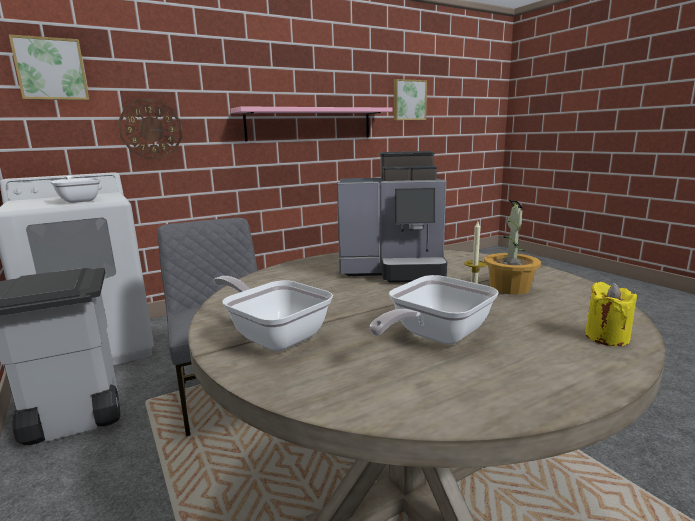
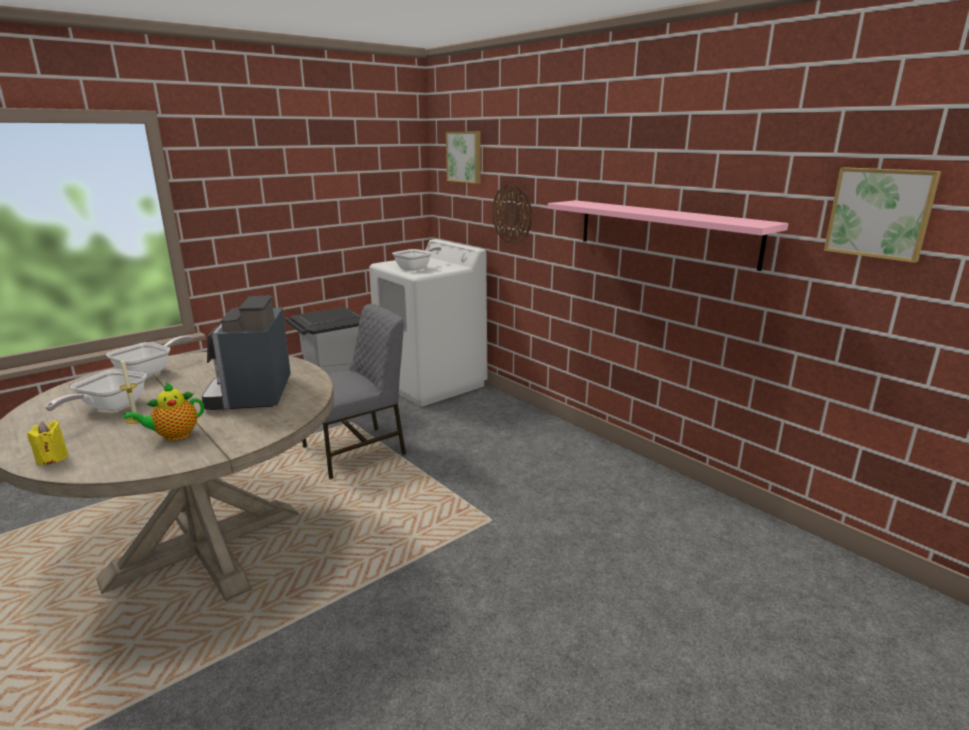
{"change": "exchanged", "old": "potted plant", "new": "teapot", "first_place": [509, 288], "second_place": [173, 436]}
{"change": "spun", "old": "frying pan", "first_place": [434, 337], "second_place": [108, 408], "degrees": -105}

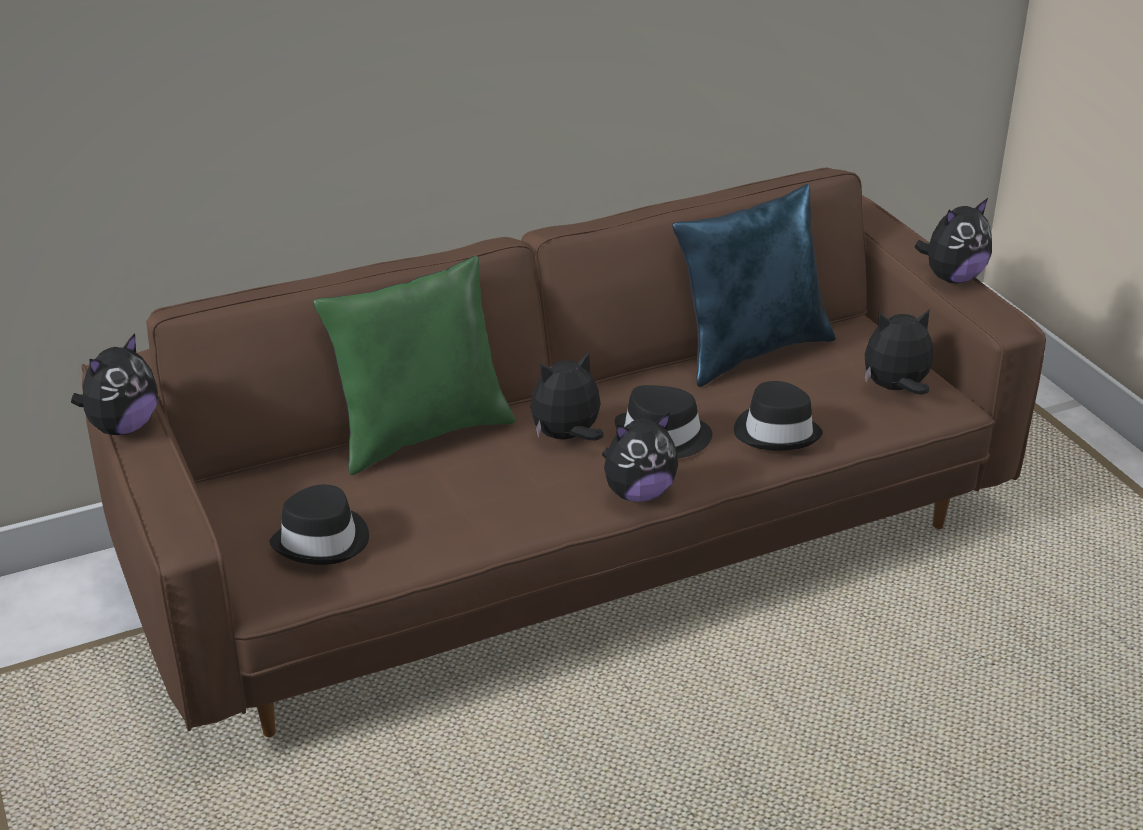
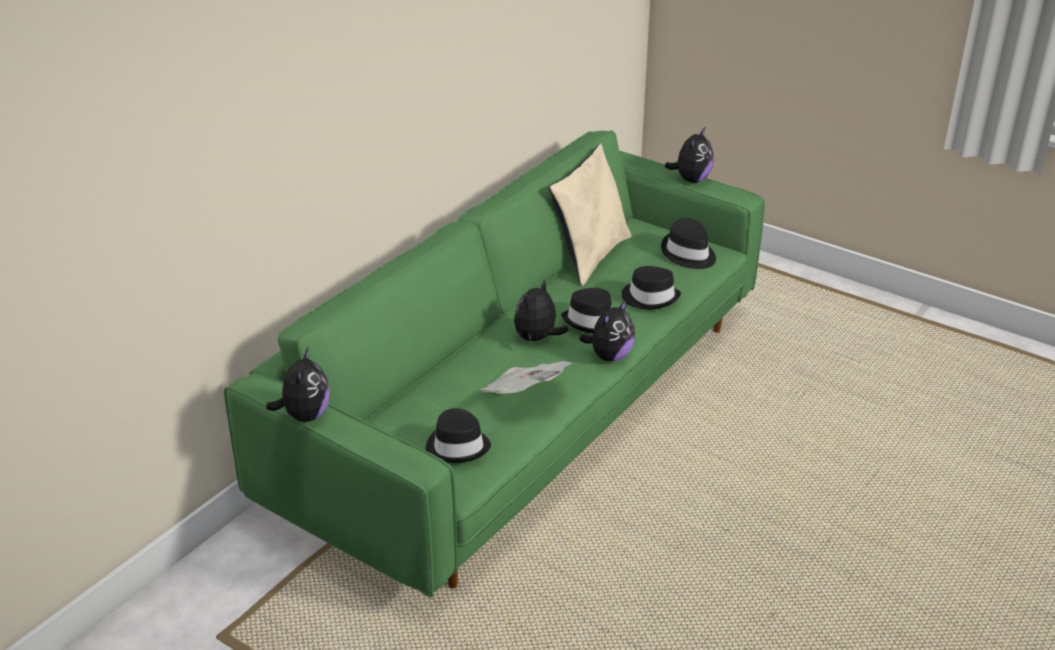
{"change": "missing", "old": "green pillow", "first_place": [421, 433]}
{"change": "appeared", "new": "newspaper", "second_place": [525, 396]}
{"change": "exchanged", "old": "plush toy", "new": "black hat", "first_place": [896, 389], "second_place": [688, 254]}
{"change": "colour", "old": "brown sofa", "new": "green sofa", "first_place": [572, 542], "second_place": [527, 410]}
{"change": "colour", "old": "blue pillow", "new": "beige pillow", "first_place": [751, 351], "second_place": [590, 256]}

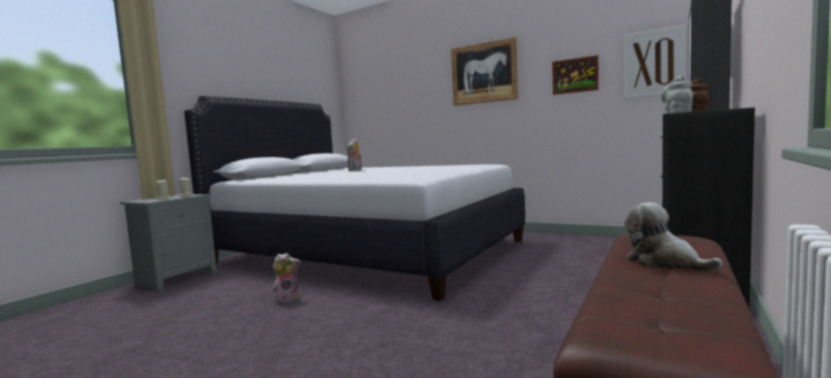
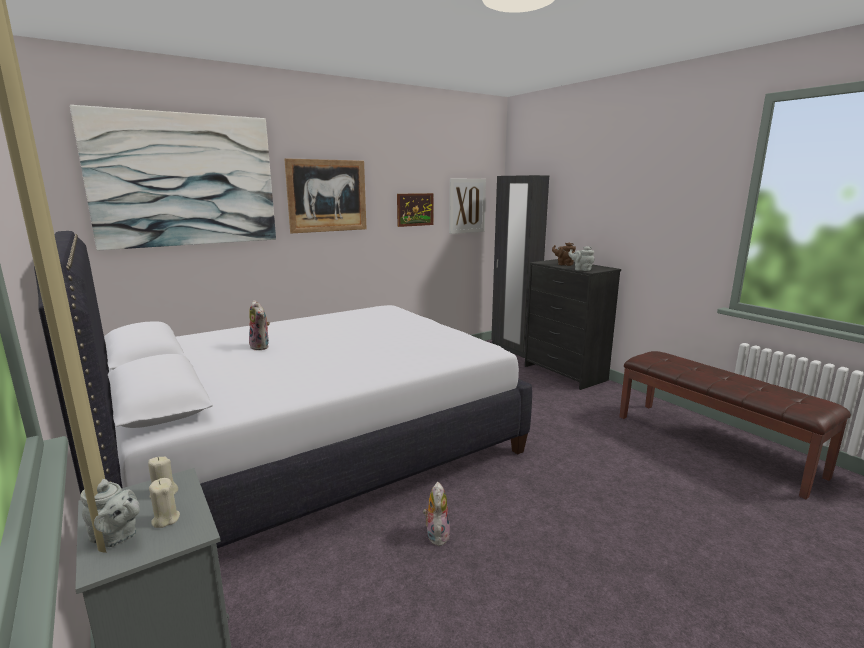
{"change": "missing", "old": "plush toy", "first_place": [664, 262]}
{"change": "appeared", "new": "picture", "second_place": [185, 180]}
{"change": "appeared", "new": "grey teapot", "second_place": [116, 537]}

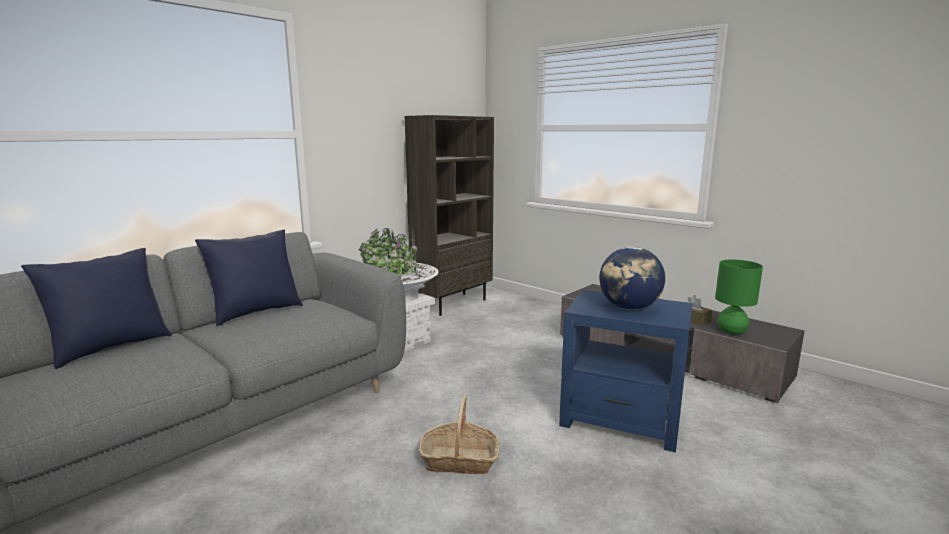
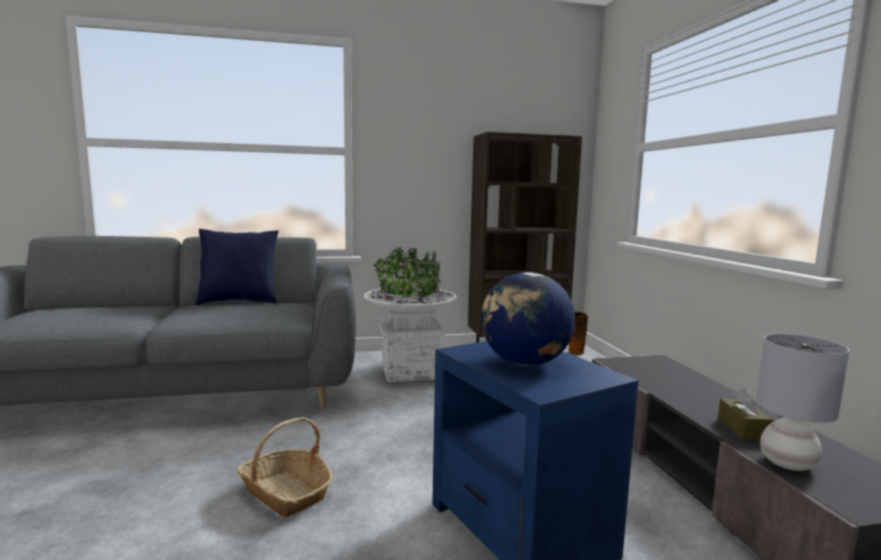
{"change": "missing", "old": "blue pillow", "first_place": [110, 348]}
{"change": "appeared", "new": "vase", "second_place": [576, 352]}
{"change": "colour", "old": "green table lamp", "new": "grey table lamp", "first_place": [731, 331], "second_place": [787, 463]}

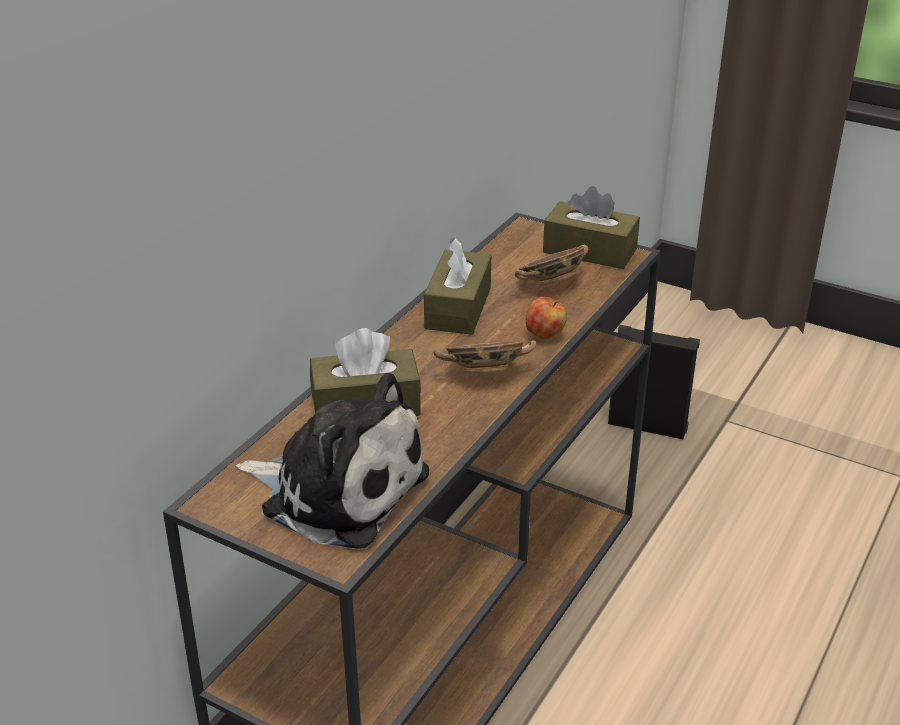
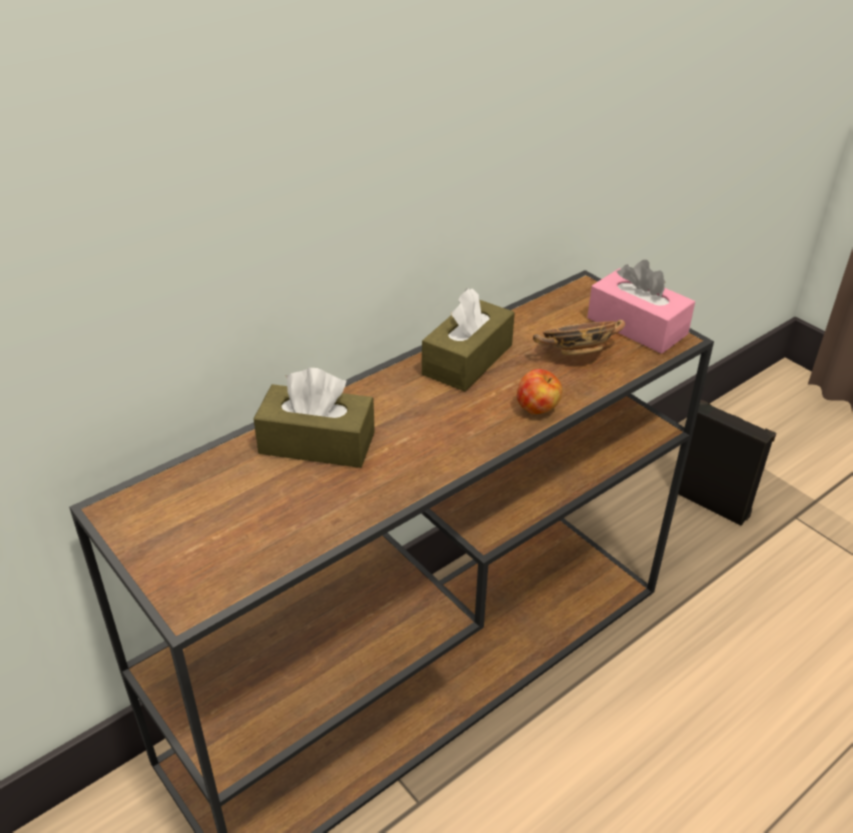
{"change": "missing", "old": "plush toy", "first_place": [338, 490]}
{"change": "missing", "old": "bowl", "first_place": [484, 373]}
{"change": "colour", "old": "brown tissue box", "new": "pink tissue box", "first_place": [589, 251], "second_place": [637, 326]}

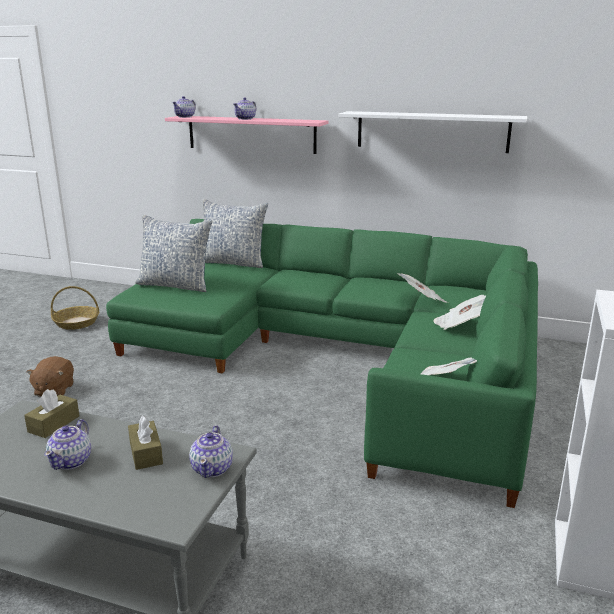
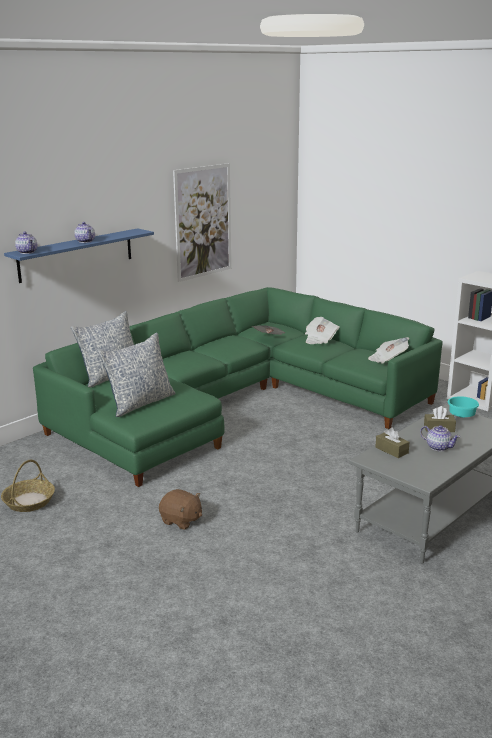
{"change": "exchanged", "old": "teapot", "new": "turquoise bowl", "first_place": [212, 468], "second_place": [461, 415]}
{"change": "exchanged", "old": "white shelf", "new": "picture", "first_place": [432, 131], "second_place": [203, 222]}
{"change": "colour", "old": "pink shelf", "new": "blue shelf", "first_place": [251, 134], "second_place": [76, 255]}

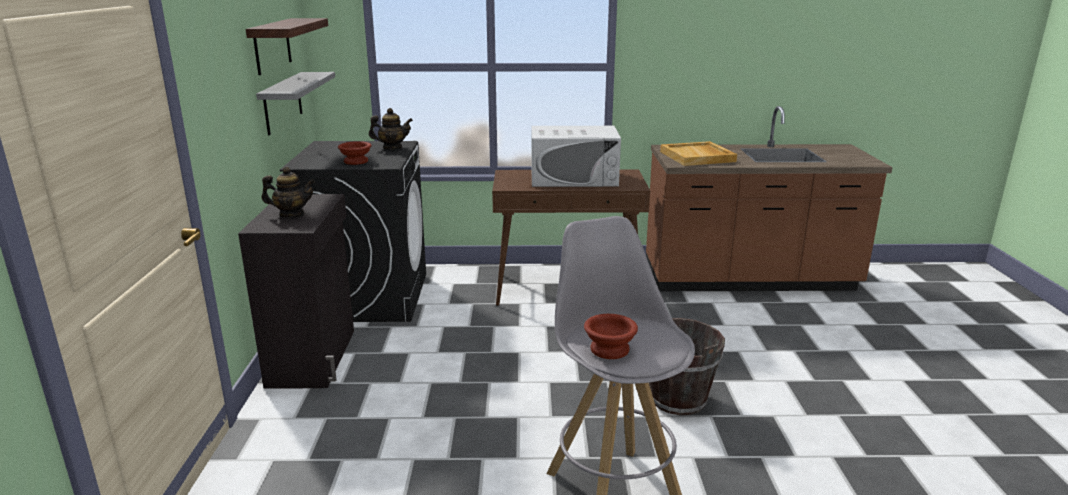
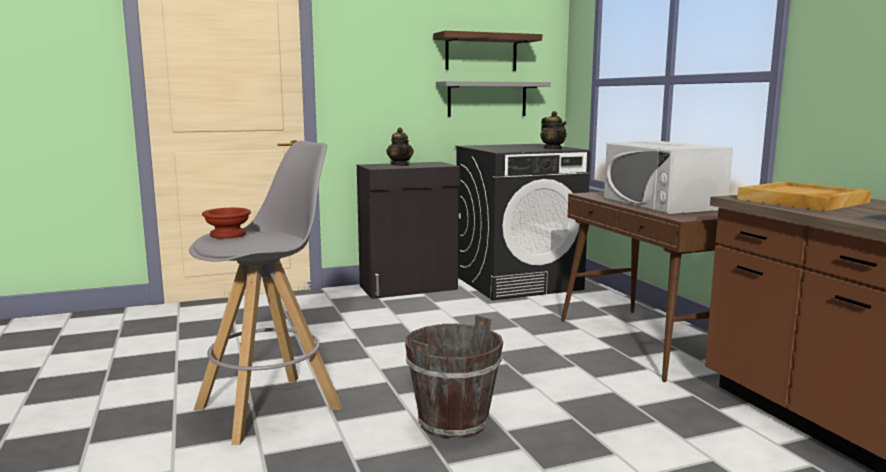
{"change": "missing", "old": "brown bowl", "first_place": [356, 161]}

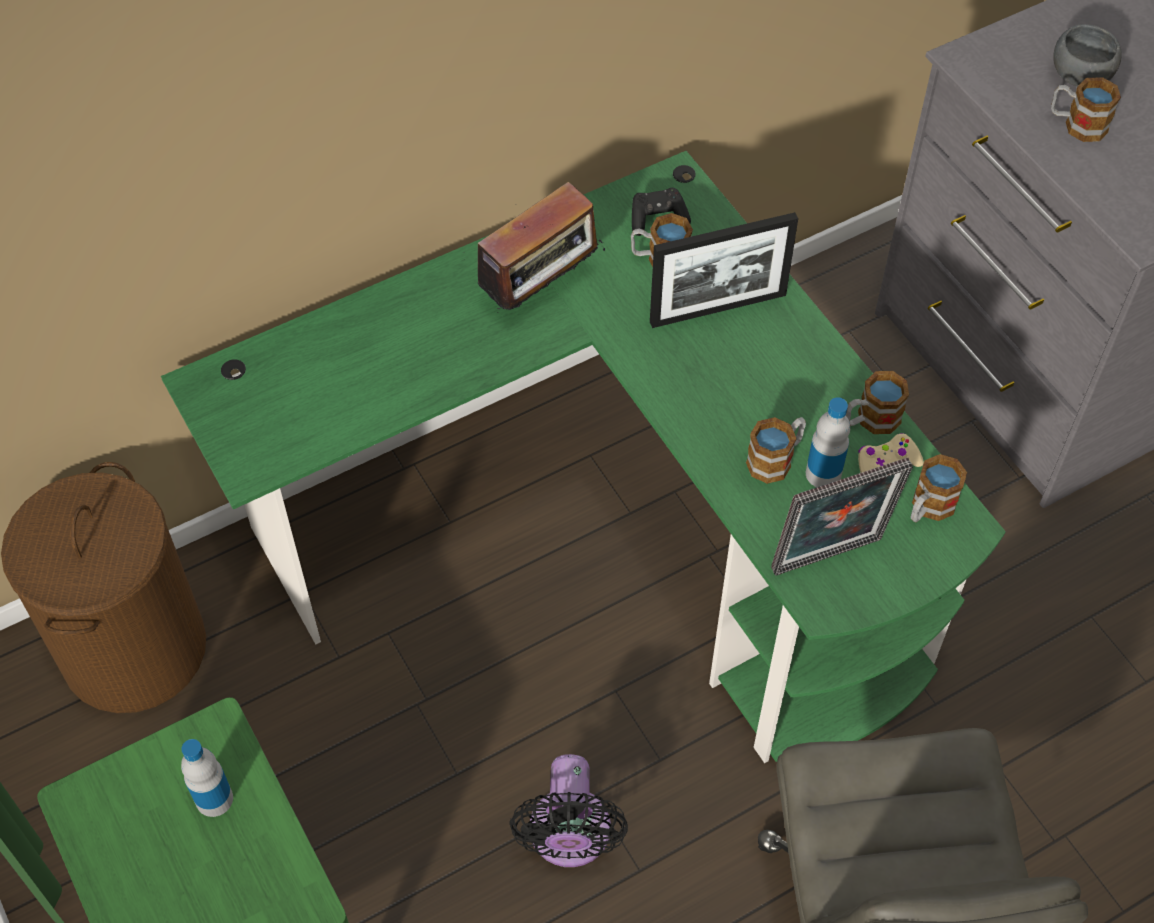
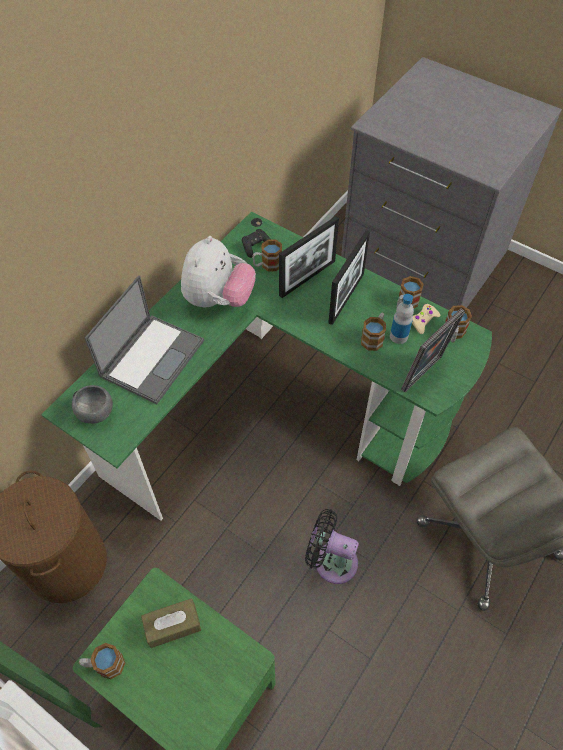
{"change": "appeared", "new": "laptop", "second_place": [153, 357]}
{"change": "appeared", "new": "picture frame", "second_place": [346, 298]}
{"change": "relocated", "old": "mug", "first_place": [1077, 124], "second_place": [105, 665]}
{"change": "relocated", "old": "grey bowl", "first_place": [1079, 76], "second_place": [95, 413]}
{"change": "exchanged", "old": "bottle", "new": "brown tissue box", "first_place": [214, 799], "second_place": [172, 626]}
{"change": "exchanged", "old": "radio", "new": "plush toy", "first_place": [541, 290], "second_place": [218, 299]}
{"change": "spun", "old": "black fan", "first_place": [569, 838], "second_place": [331, 560], "degrees": 135}

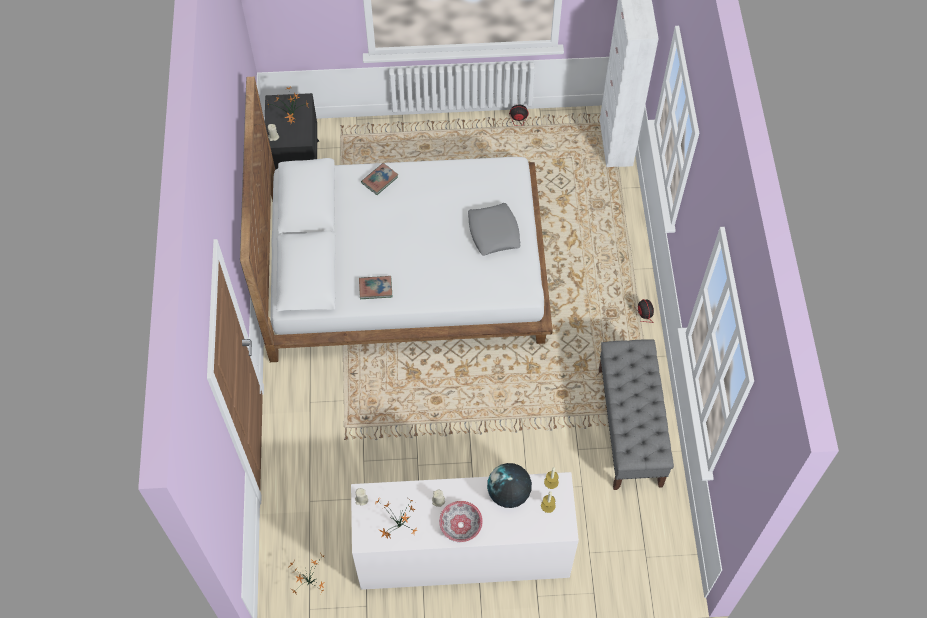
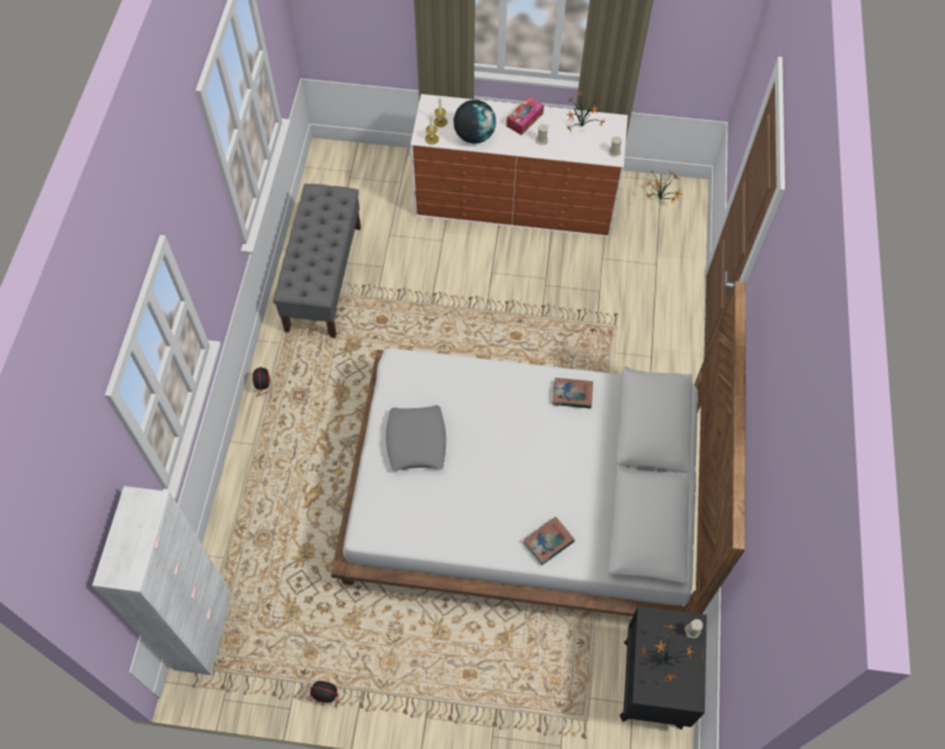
{"change": "exchanged", "old": "bowl", "new": "tissue box", "first_place": [460, 524], "second_place": [524, 120]}

